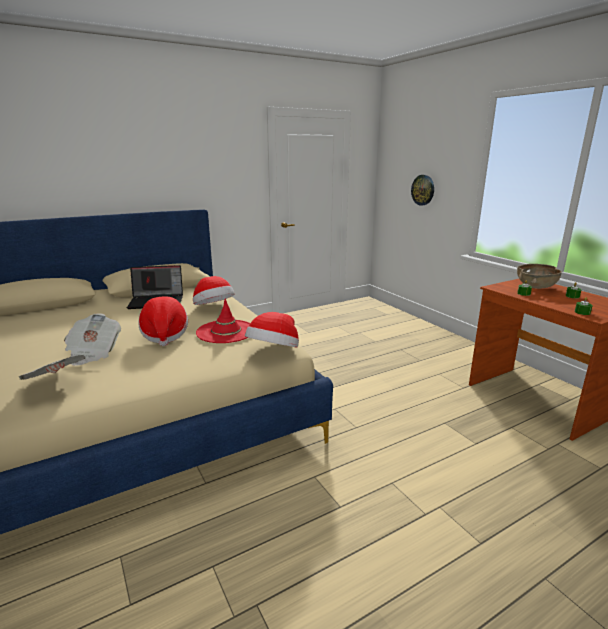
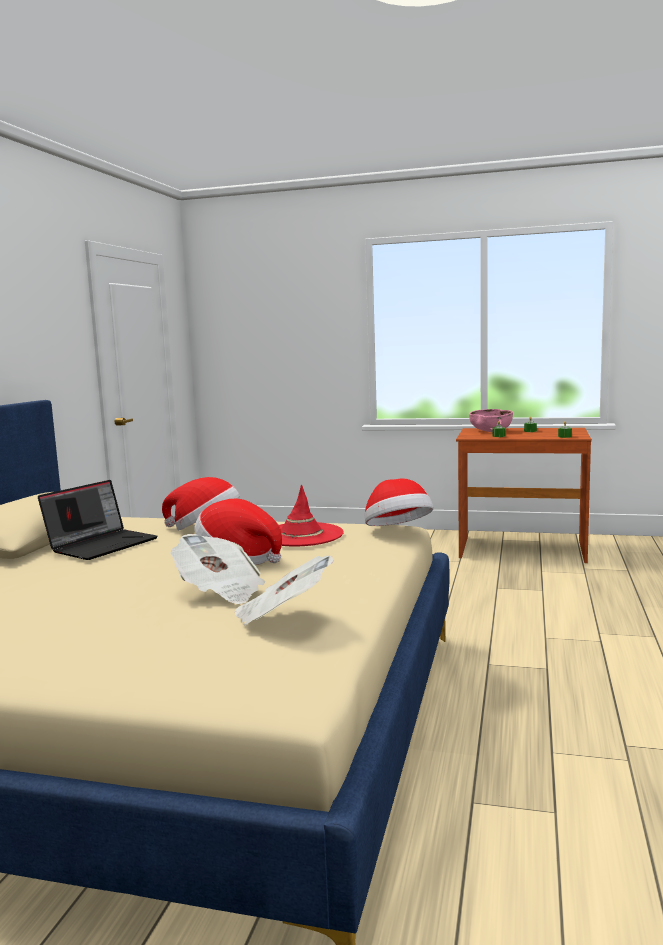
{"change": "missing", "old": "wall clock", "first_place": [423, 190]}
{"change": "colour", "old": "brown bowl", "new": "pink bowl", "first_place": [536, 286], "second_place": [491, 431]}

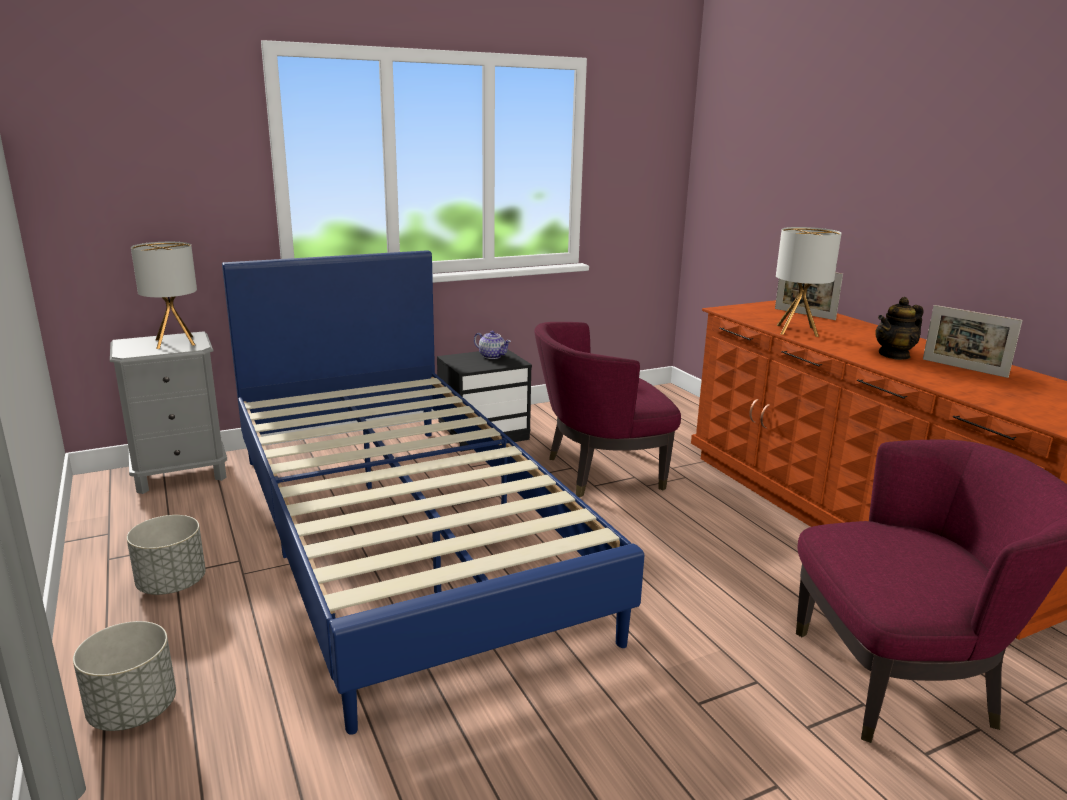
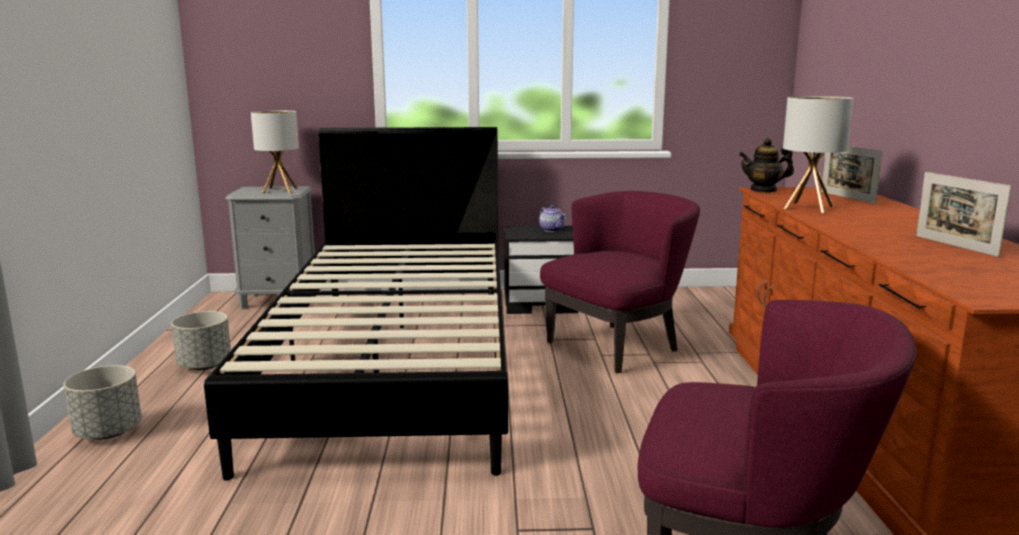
{"change": "relocated", "old": "teapot", "first_place": [894, 355], "second_place": [764, 190]}
{"change": "colour", "old": "blue bed", "new": "black bed", "first_place": [401, 535], "second_place": [395, 363]}
{"change": "spun", "old": "purple armchair", "first_place": [599, 473], "second_place": [617, 346], "degrees": 135}

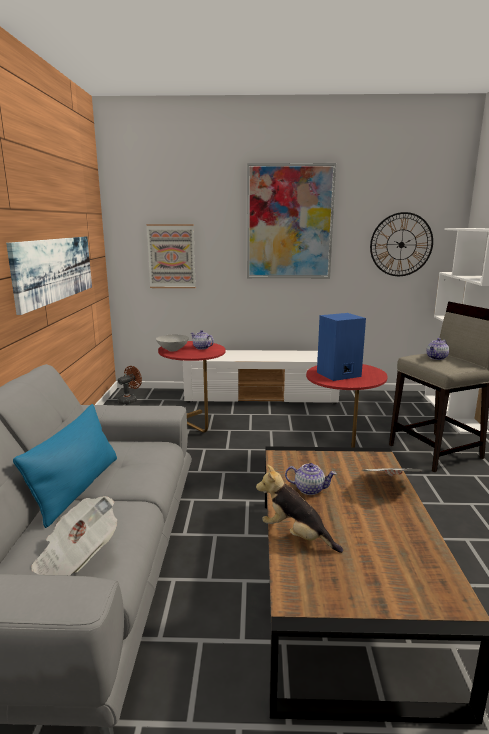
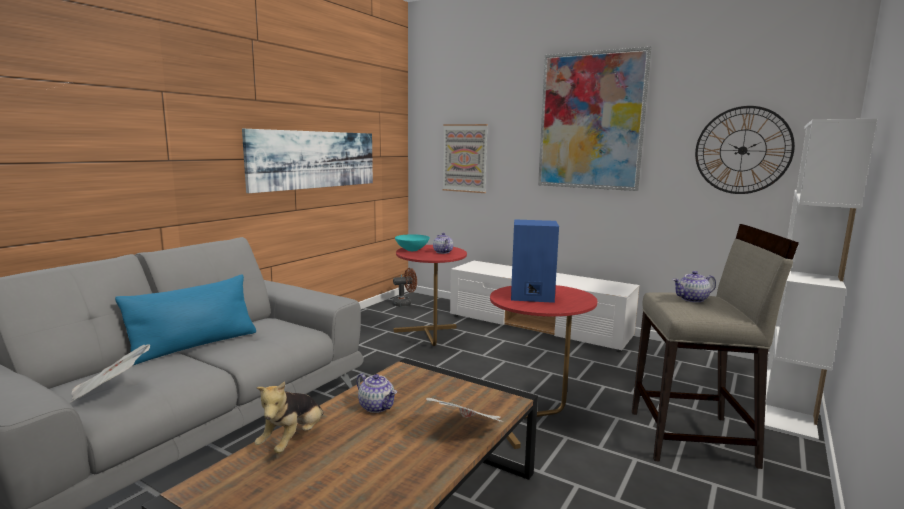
{"change": "colour", "old": "grey bowl", "new": "turquoise bowl", "first_place": [173, 350], "second_place": [412, 250]}
{"change": "spun", "old": "plush toy", "first_place": [296, 535], "second_place": [293, 440], "degrees": -135}

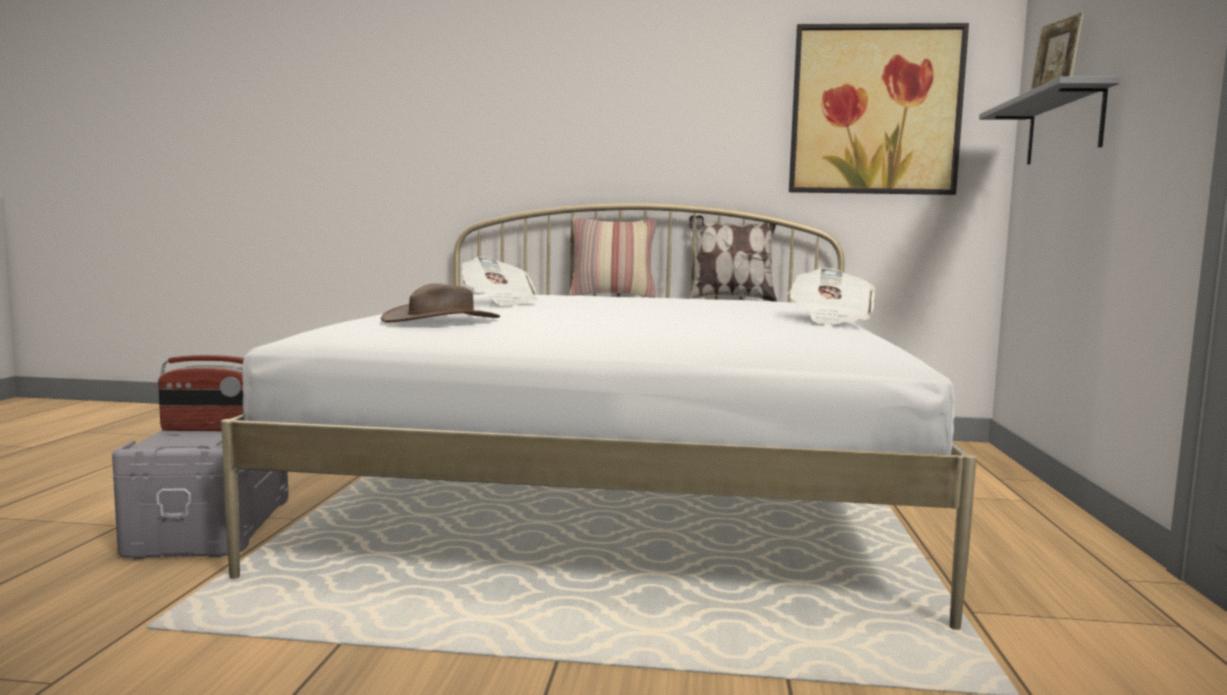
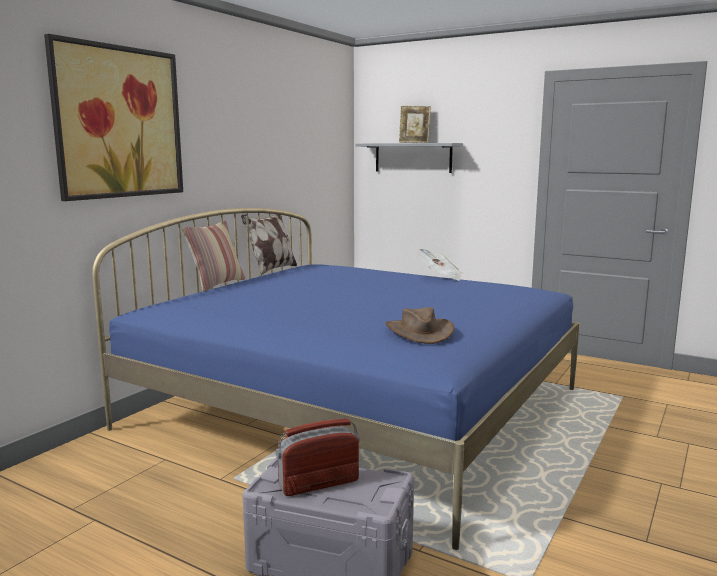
{"change": "missing", "old": "newspaper", "first_place": [499, 303]}
{"change": "relocated", "old": "picture", "first_place": [875, 110], "second_place": [119, 122]}
{"change": "colour", "old": "white bed", "new": "blue bed", "first_place": [619, 487], "second_place": [357, 408]}
{"change": "spun", "old": "radio", "first_place": [211, 429], "second_place": [318, 483], "degrees": -135}

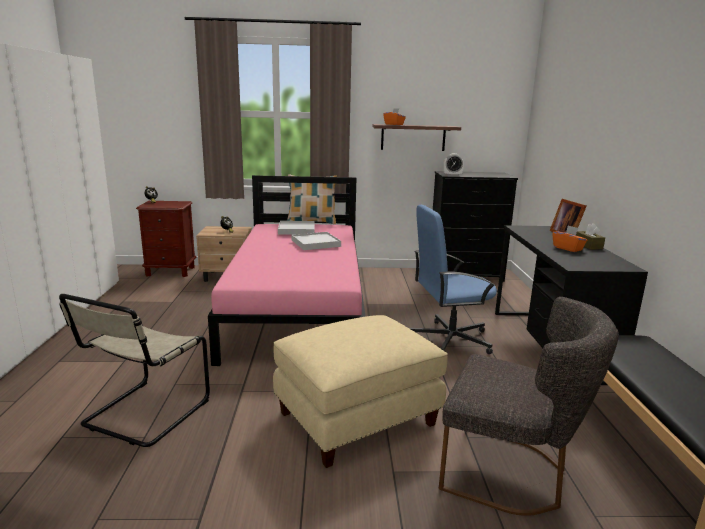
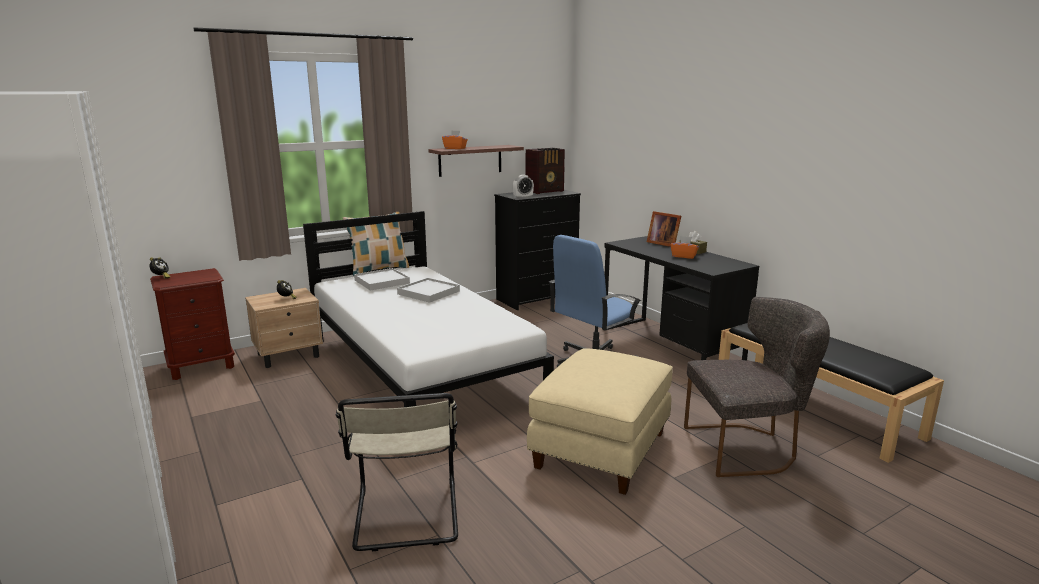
{"change": "appeared", "new": "radio", "second_place": [545, 191]}
{"change": "colour", "old": "pink bed", "new": "white bed", "first_place": [299, 308], "second_place": [421, 370]}

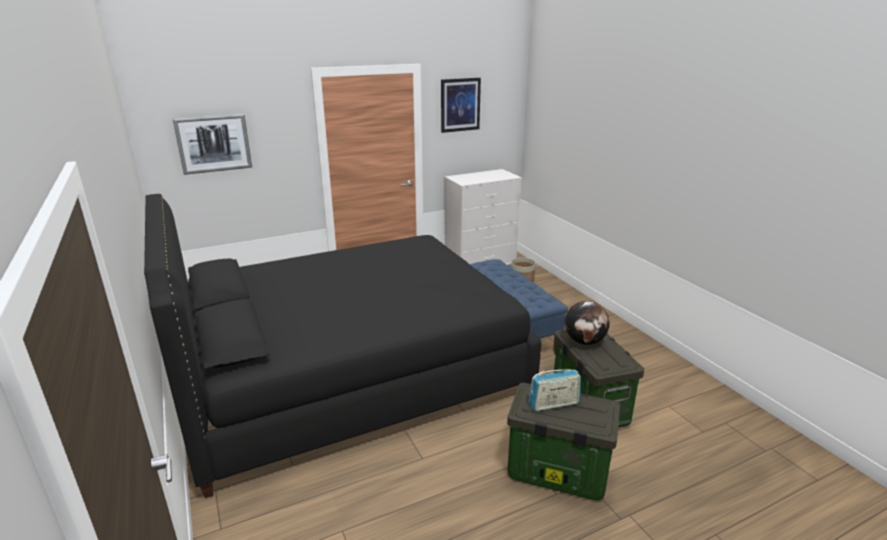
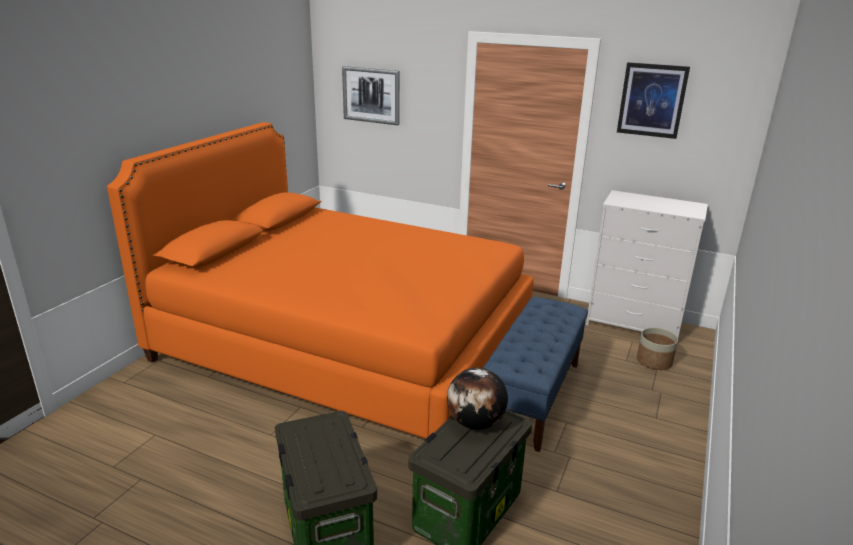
{"change": "missing", "old": "radio", "first_place": [554, 404]}
{"change": "colour", "old": "black bed", "new": "orange bed", "first_place": [351, 374], "second_place": [345, 345]}

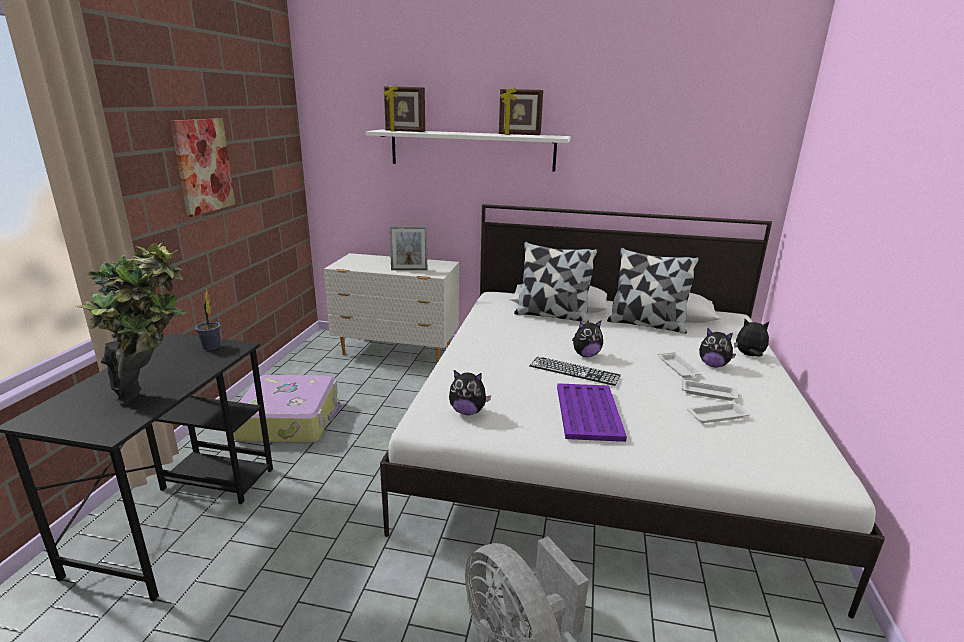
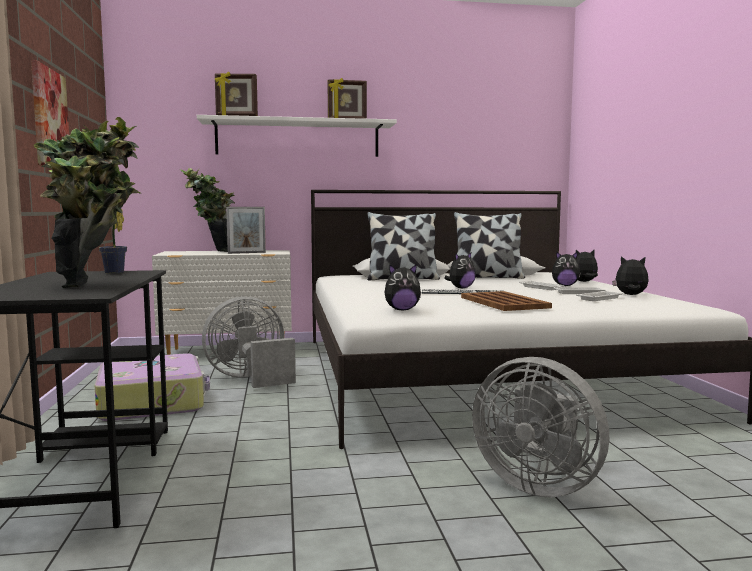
{"change": "appeared", "new": "potted plant", "second_place": [210, 251]}
{"change": "appeared", "new": "grey fan", "second_place": [250, 379]}
{"change": "appeared", "new": "plush toy", "second_place": [630, 295]}
{"change": "colour", "old": "purple tray", "new": "brown tray", "first_place": [588, 412], "second_place": [503, 302]}

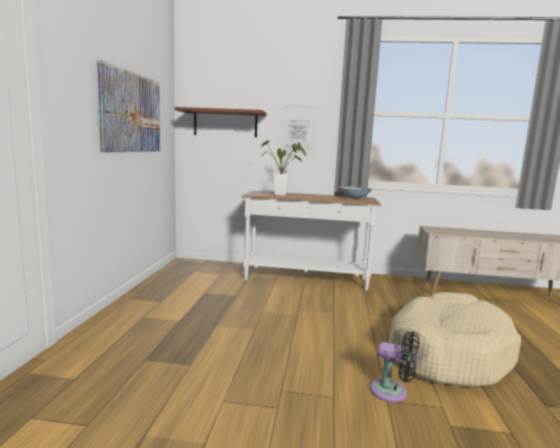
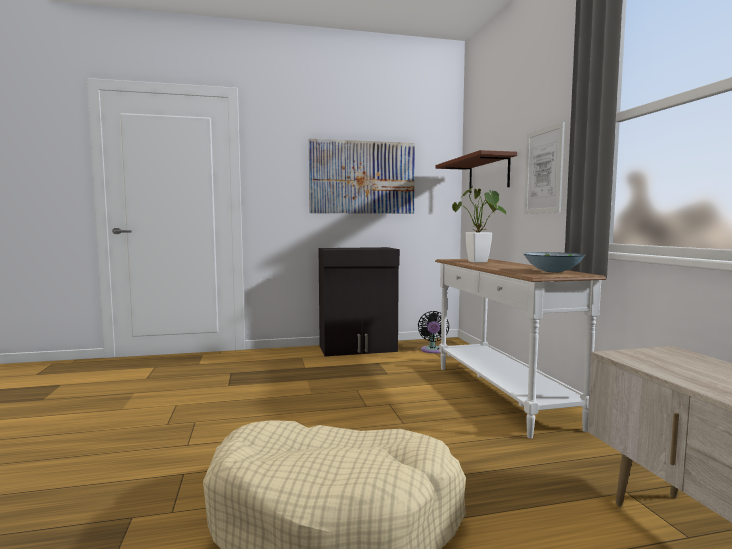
{"change": "appeared", "new": "black cabinet", "second_place": [358, 349]}
{"change": "relocated", "old": "black fan", "first_place": [392, 392], "second_place": [432, 351]}

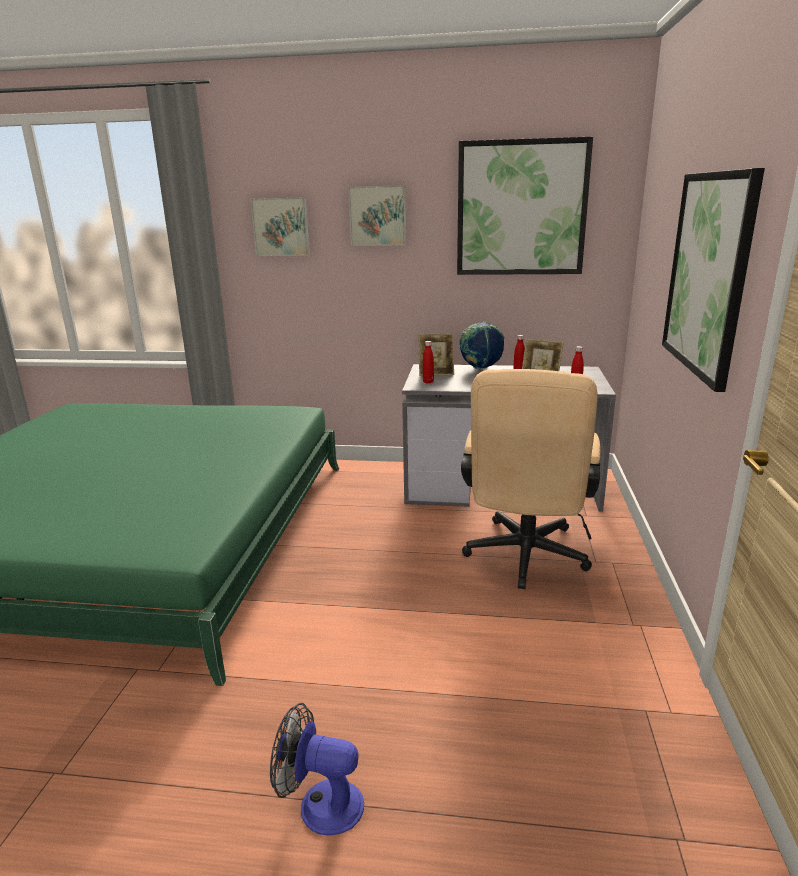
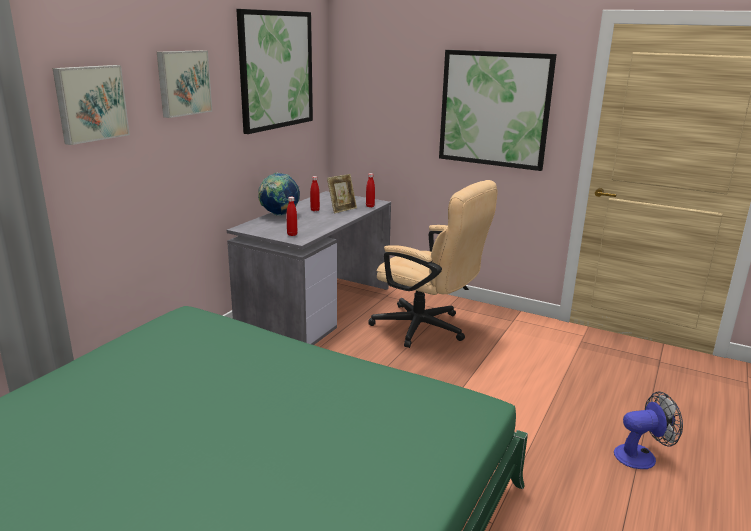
{"change": "missing", "old": "picture frame", "first_place": [436, 373]}
{"change": "spun", "old": "fan", "first_place": [320, 804], "second_place": [641, 455], "degrees": -135}

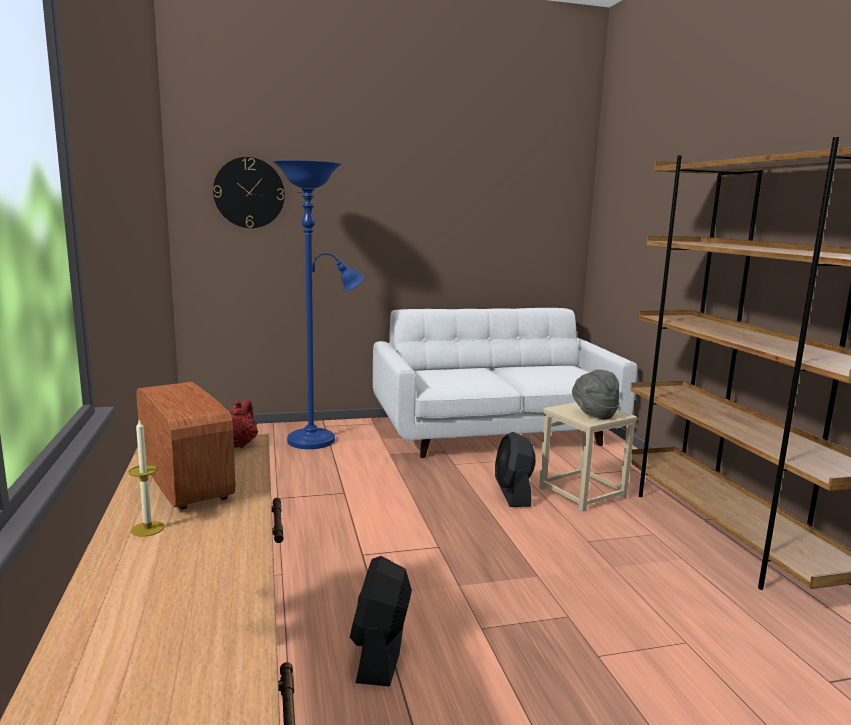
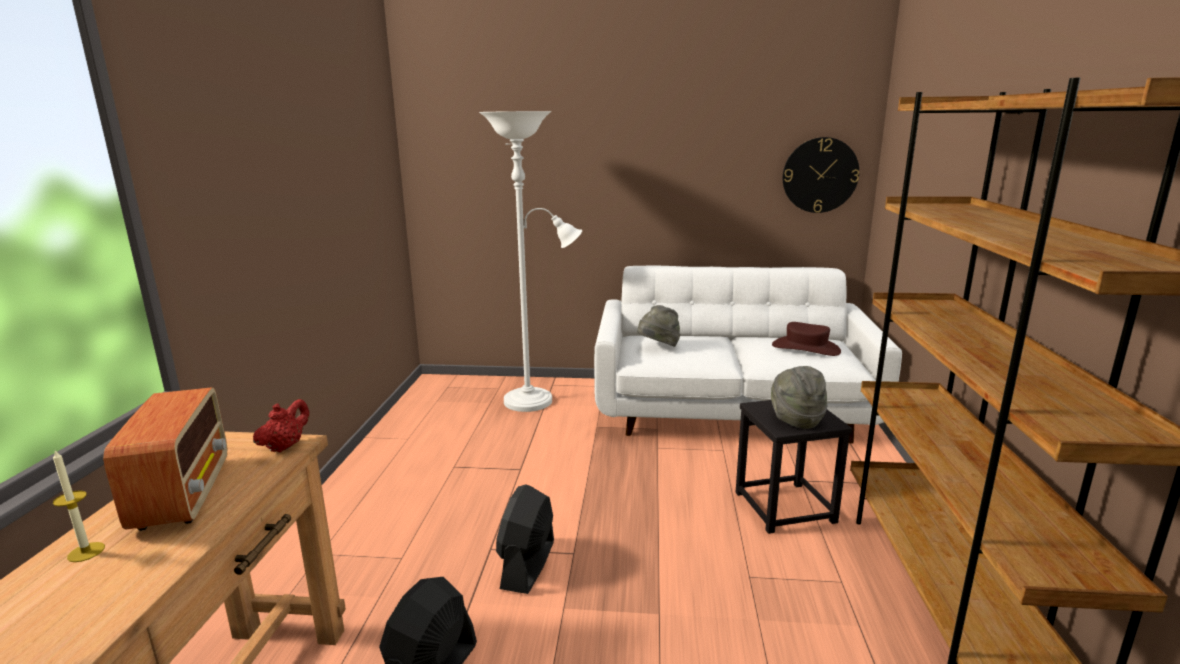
{"change": "appeared", "new": "grey hat", "second_place": [658, 347]}
{"change": "appeared", "new": "brown hat", "second_place": [806, 348]}
{"change": "relocated", "old": "wall clock", "first_place": [249, 193], "second_place": [820, 175]}
{"change": "relocated", "old": "black fan", "first_place": [513, 494], "second_place": [528, 565]}
{"change": "colour", "old": "blue floor lamp", "new": "white floor lamp", "first_place": [317, 439], "second_place": [535, 400]}
{"change": "colour", "old": "beige stool", "new": "black stool", "first_place": [582, 493], "second_place": [784, 507]}

